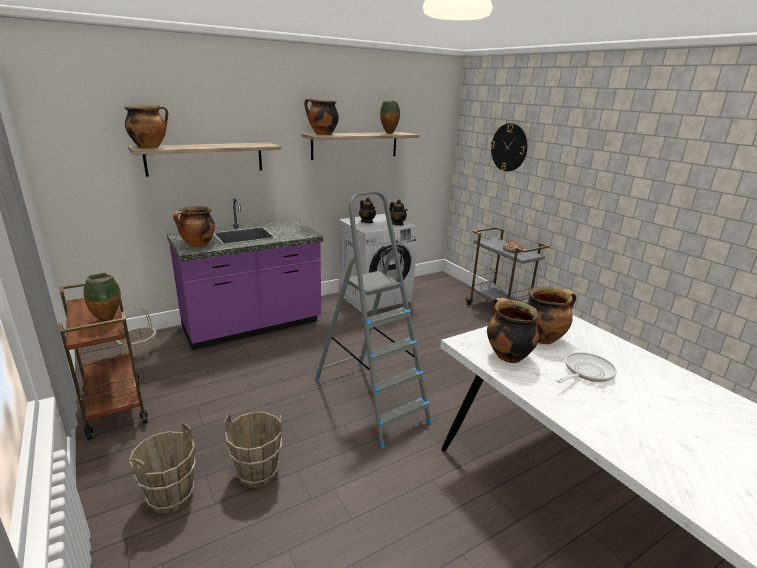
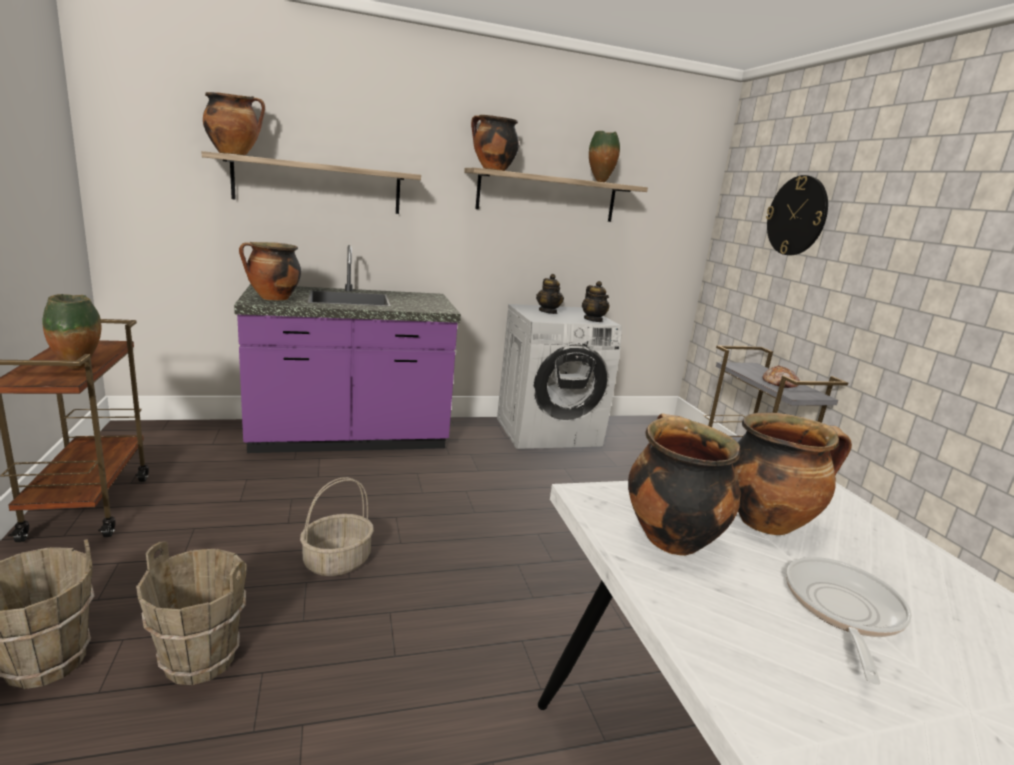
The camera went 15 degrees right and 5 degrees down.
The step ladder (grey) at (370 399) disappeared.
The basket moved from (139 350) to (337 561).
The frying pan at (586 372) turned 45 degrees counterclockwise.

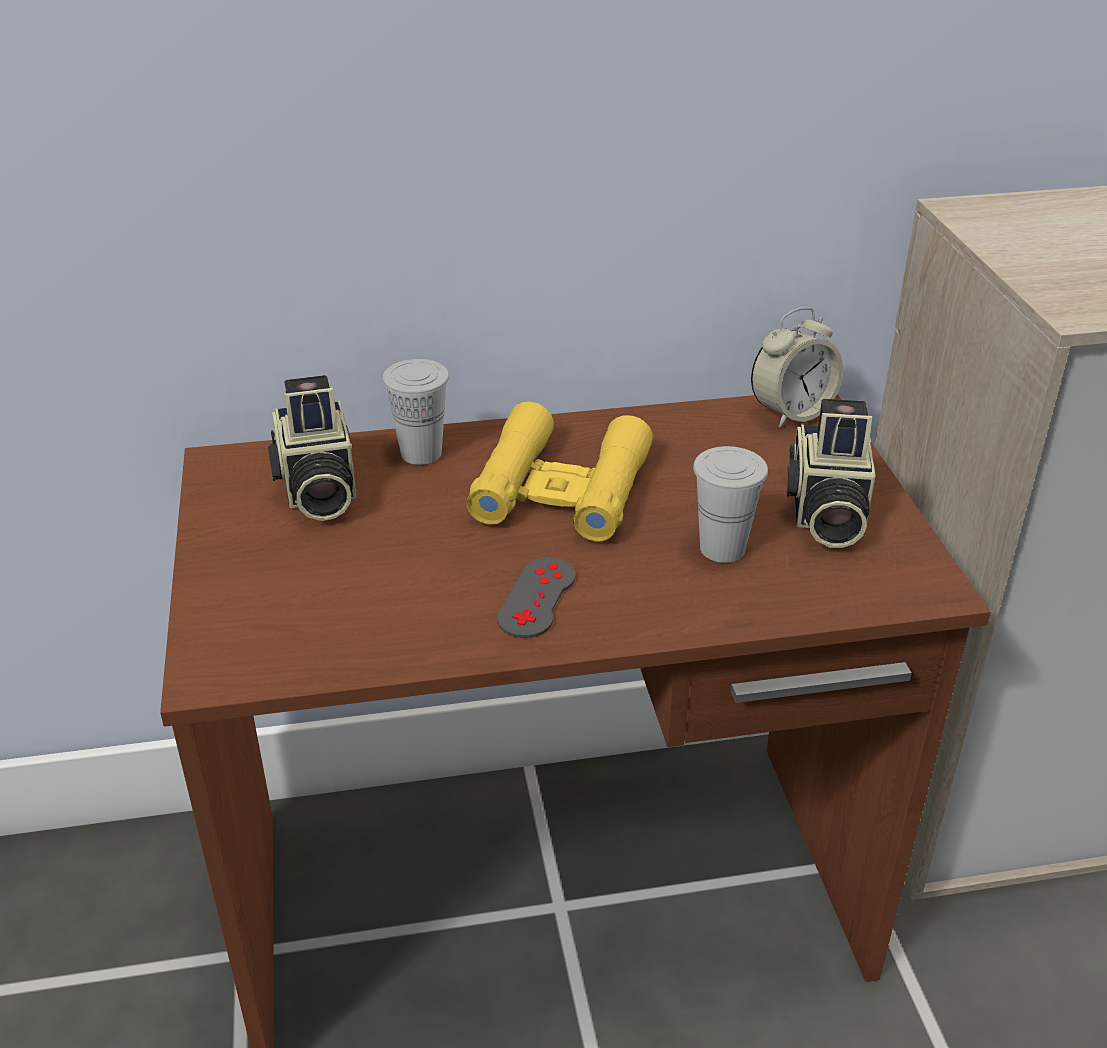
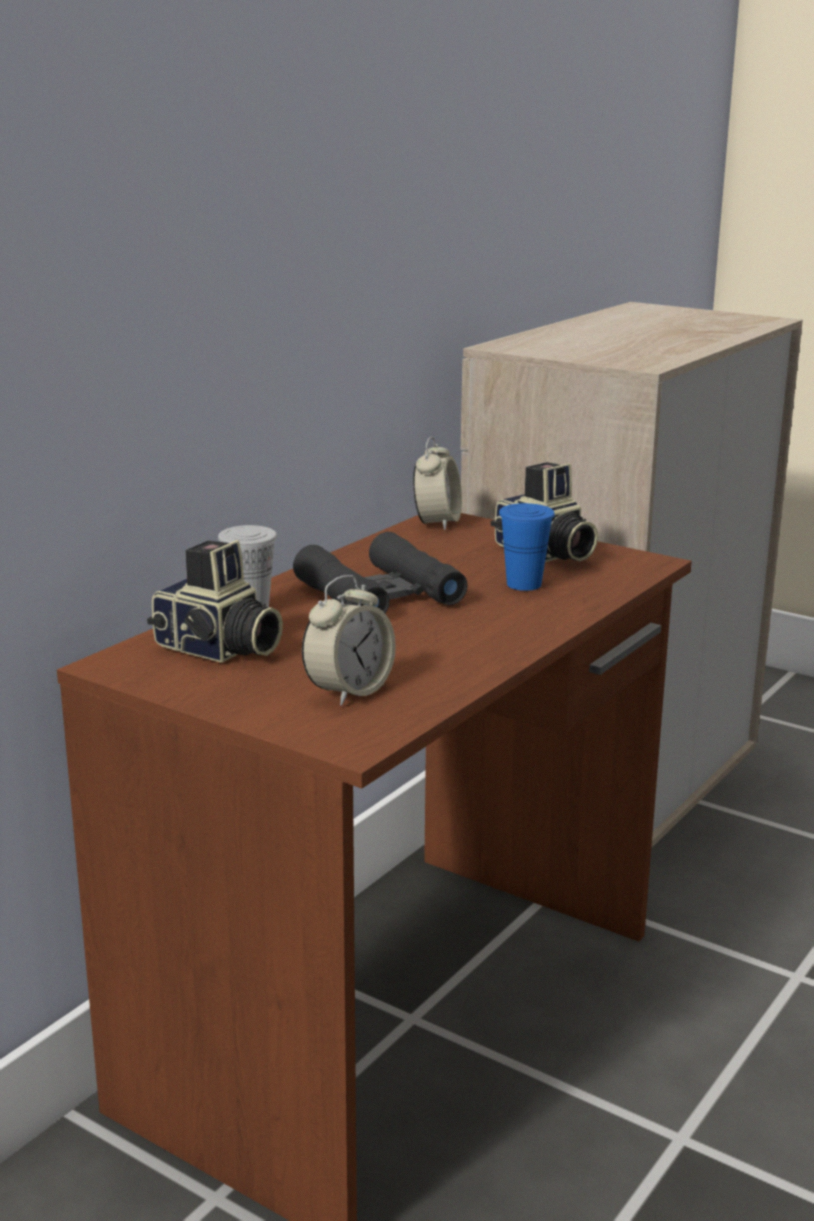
The camera went 45 degrees left and 15 degrees down.
The game controller (grey) at (537 598) disappeared.
The alarm clock at (349 691) appeared.
The binoculars (yellow) at (561 489) became the binoculars (black) at (380 594).
The cup (white) at (722 548) became the cup (blue) at (524 584).

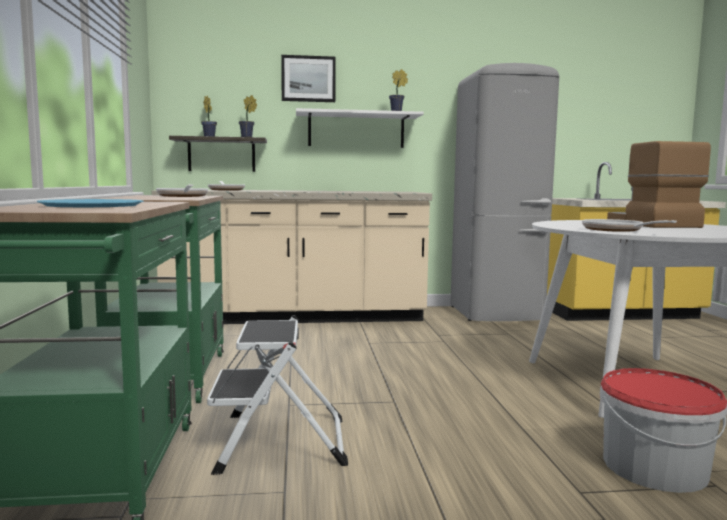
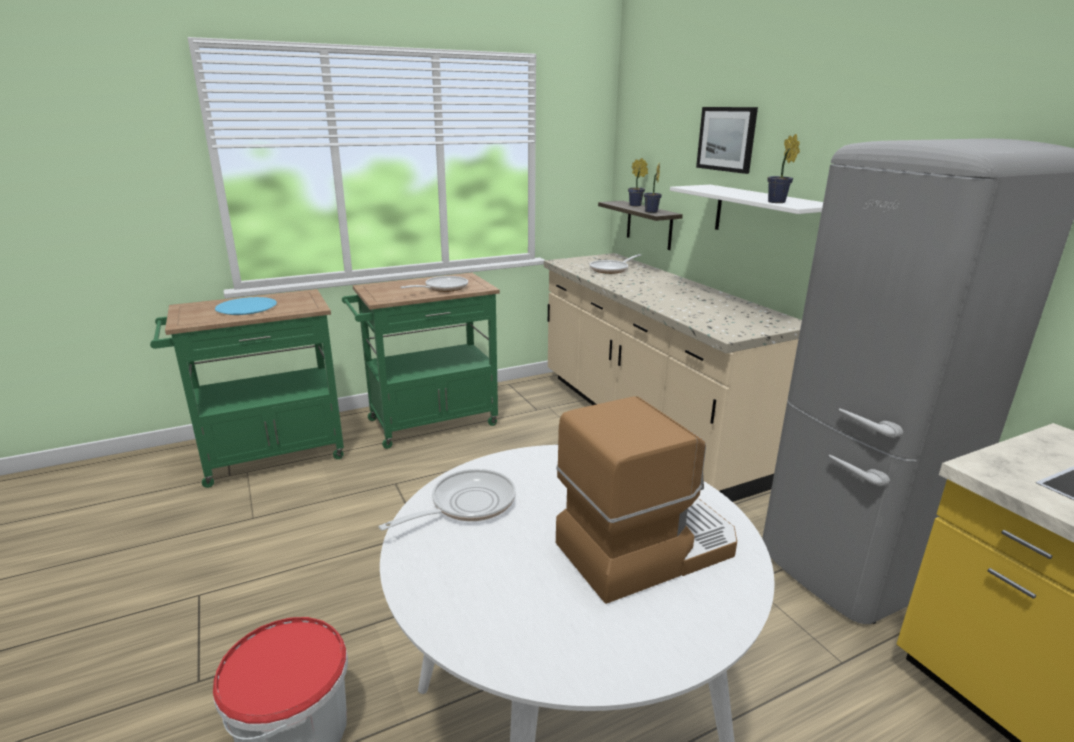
The camera went 70 degrees right and 15 degrees up.
The step ladder at (279 440) disappeared.

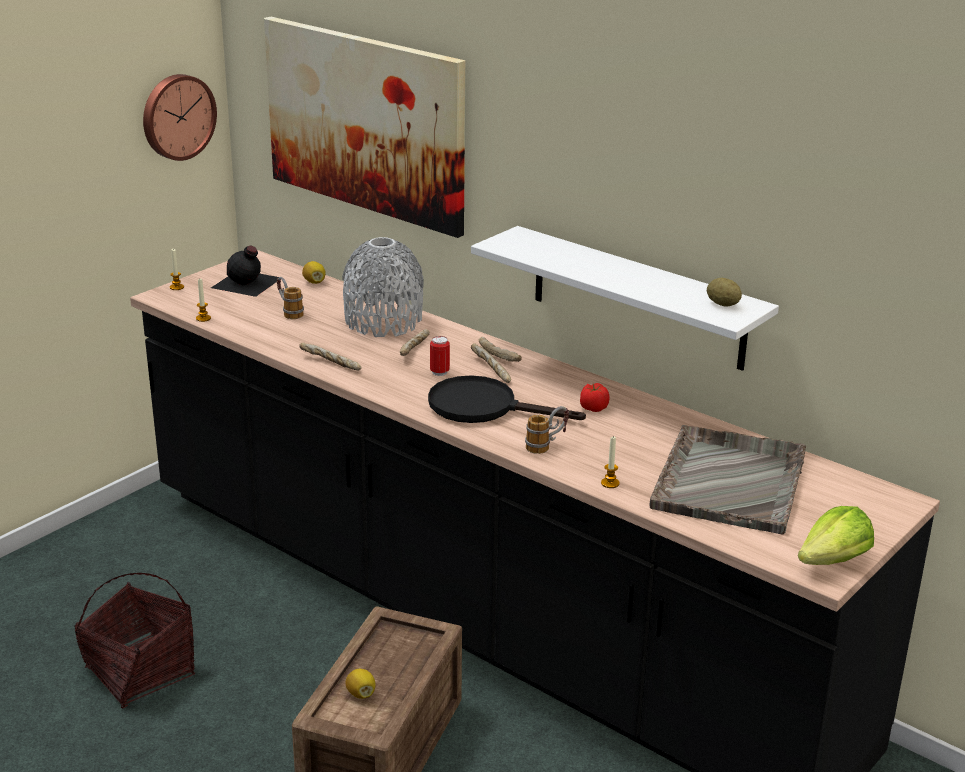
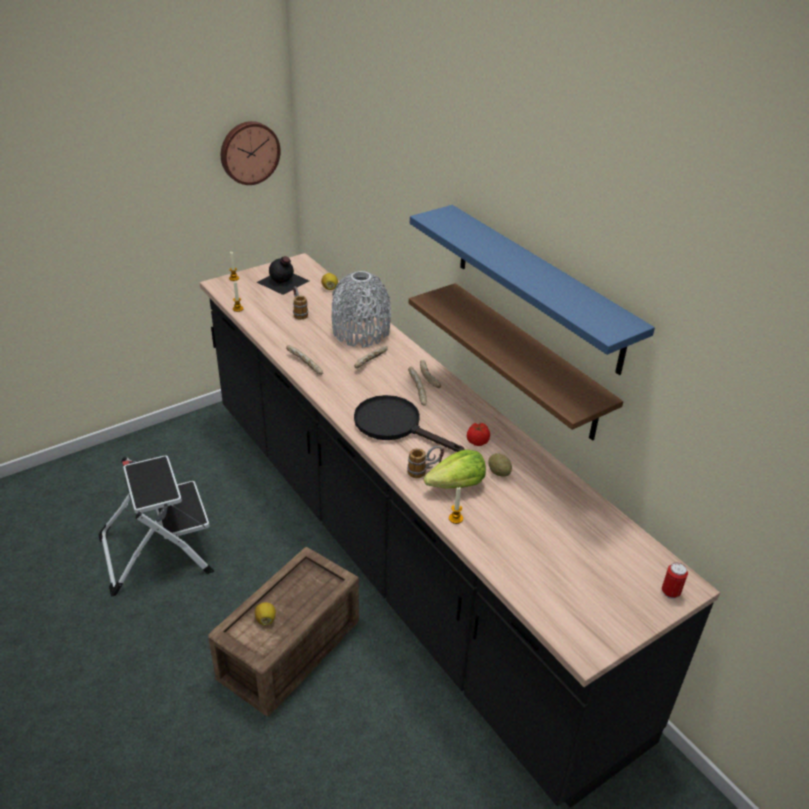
The camera went 15 degrees right and 10 degrees up.
The picture at (365 123) disappeared.
The tray (grey) at (730 480) disappeared.
The shelf (blue) at (538 287) appeared.
The can moved from (439 372) to (670 592).
The potato moved from (722 304) to (499 472).
The lettuce moved from (833 561) to (457 485).
The basket at (139 672) was replaced by the step ladder at (157 549).
The shelf (white) at (637 298) became the shelf (brown) at (527 361).

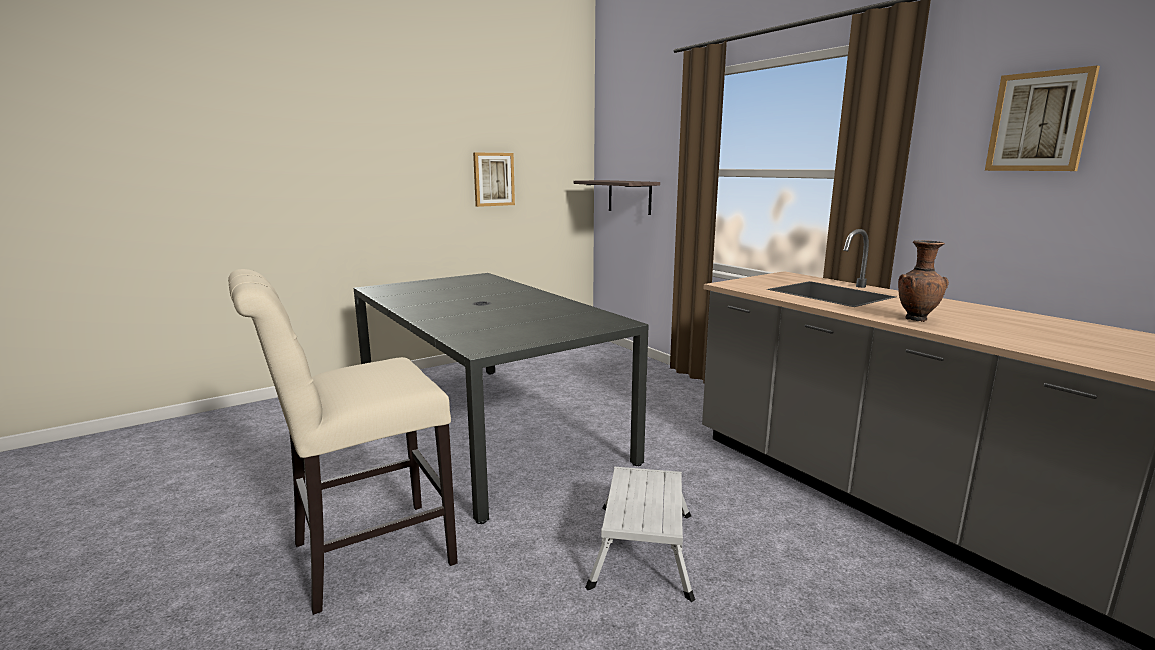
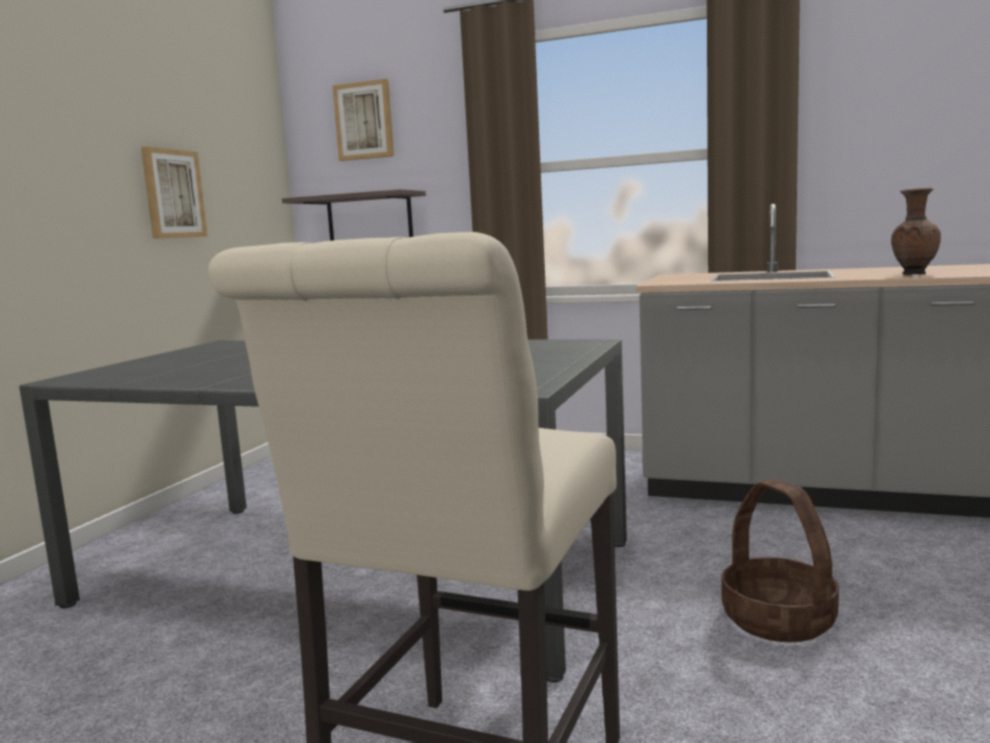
The camera went 35 degrees left and 5 degrees down.
The picture moved from (1039 122) to (364 121).
The step ladder (white) at (643 549) was replaced by the basket at (779 619).

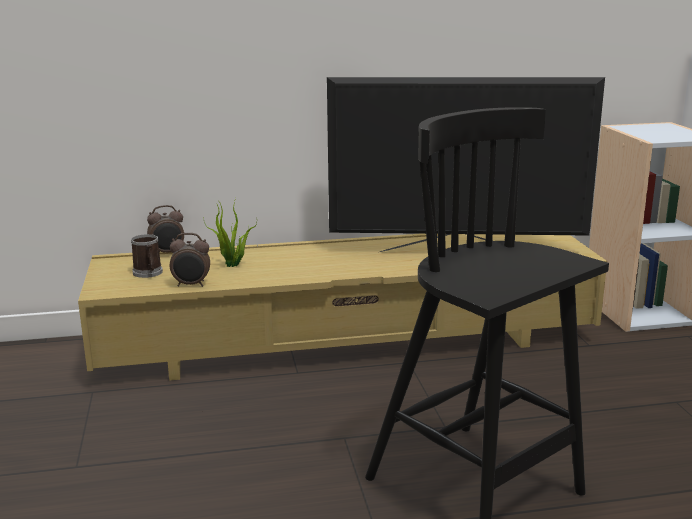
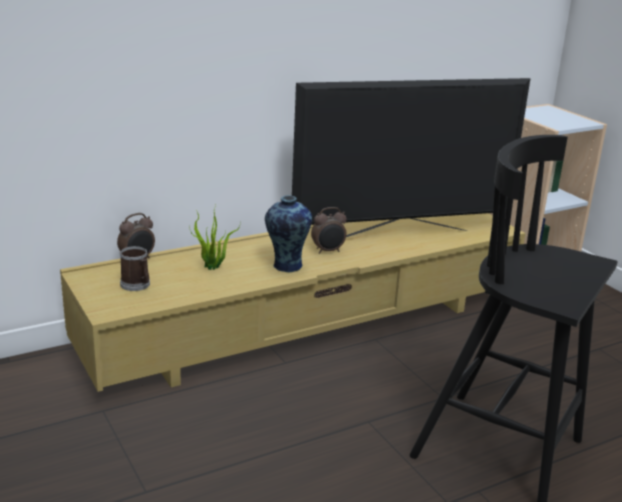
The camera went 20 degrees left and 5 degrees up.
The vase at (286 266) appeared.
The alarm clock moved from (191 285) to (328 251).

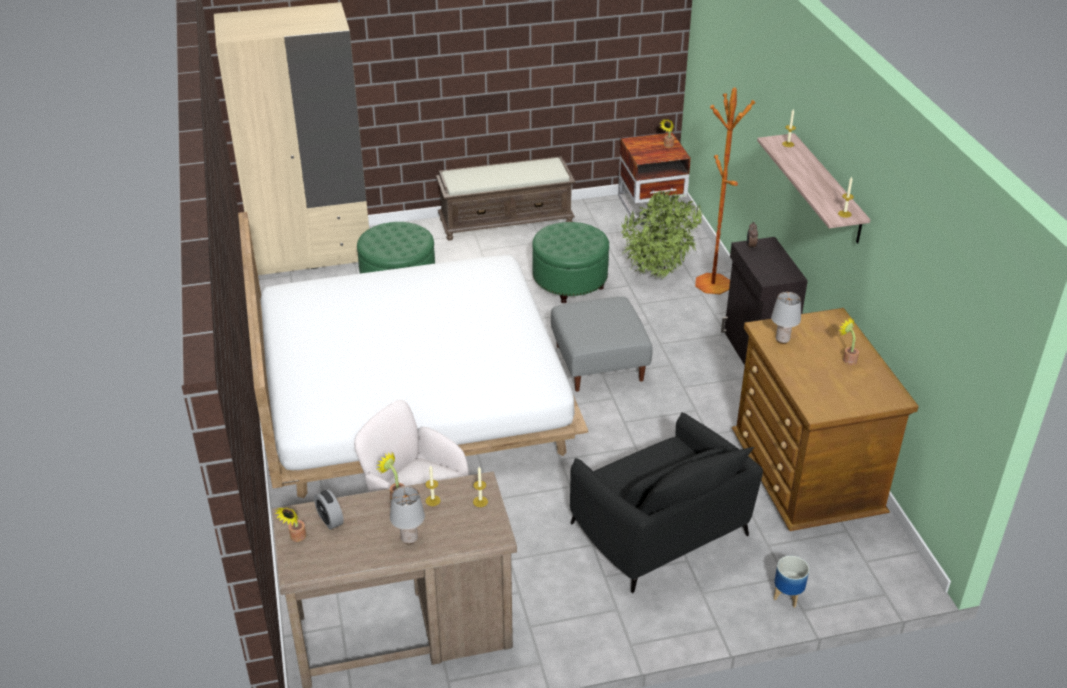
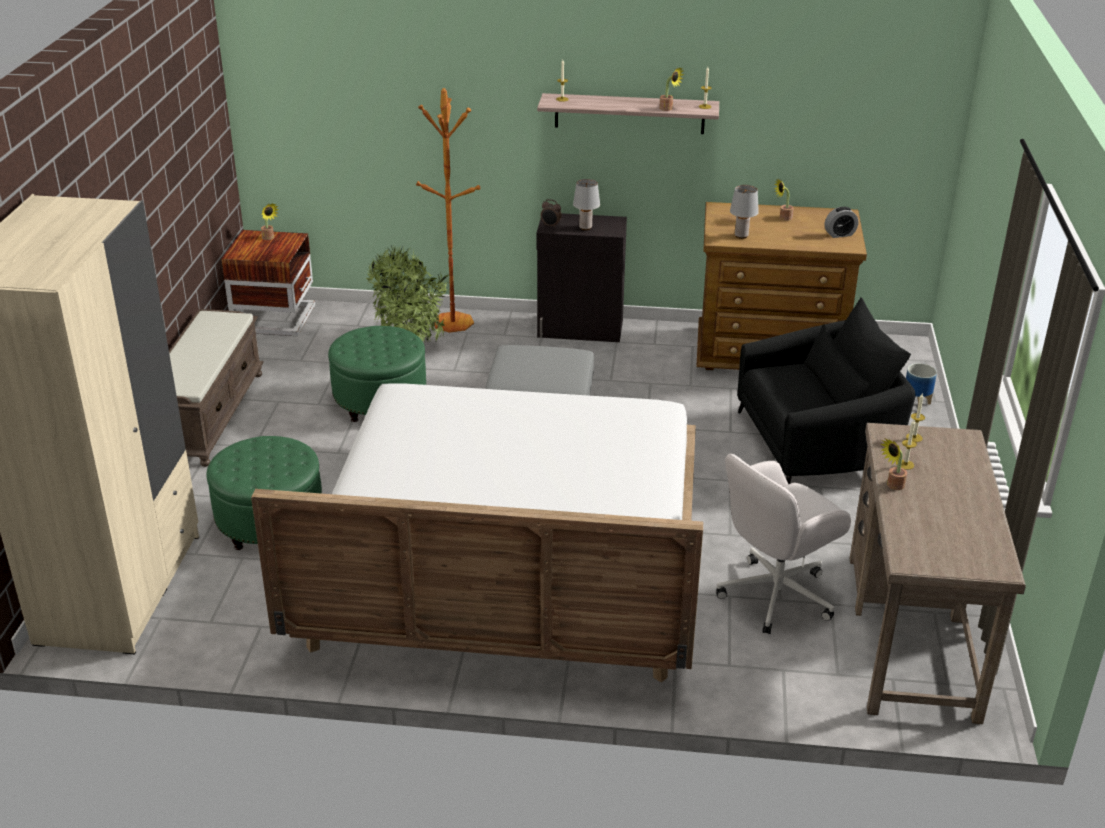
The camera went 70 degrees left and 5 degrees down.
The potted plant moved from (296 538) to (668 109).
The alarm clock moved from (330 519) to (839 234).
The table lamp (grey) moved from (409 539) to (585 227).

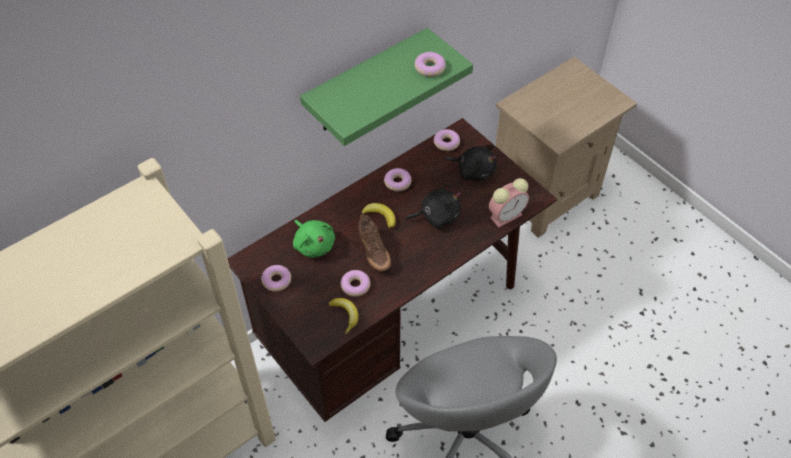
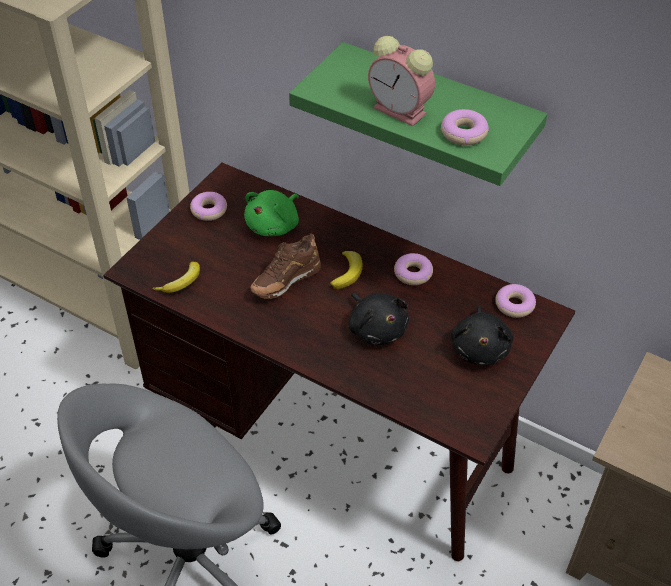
The camera went 70 degrees right and 5 degrees down.
The donut at (355 285) disappeared.
The alarm clock moved from (507 215) to (402 111).

